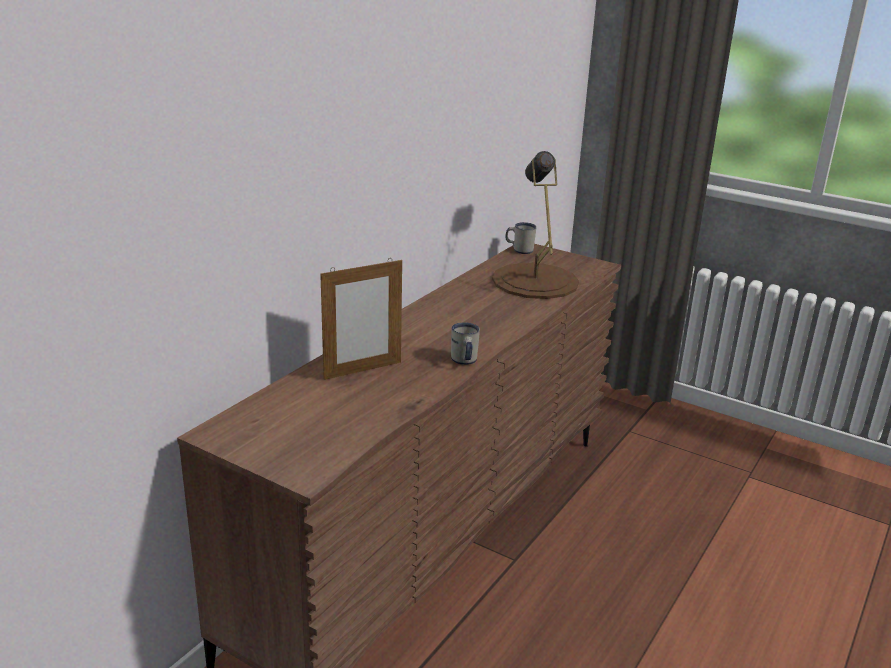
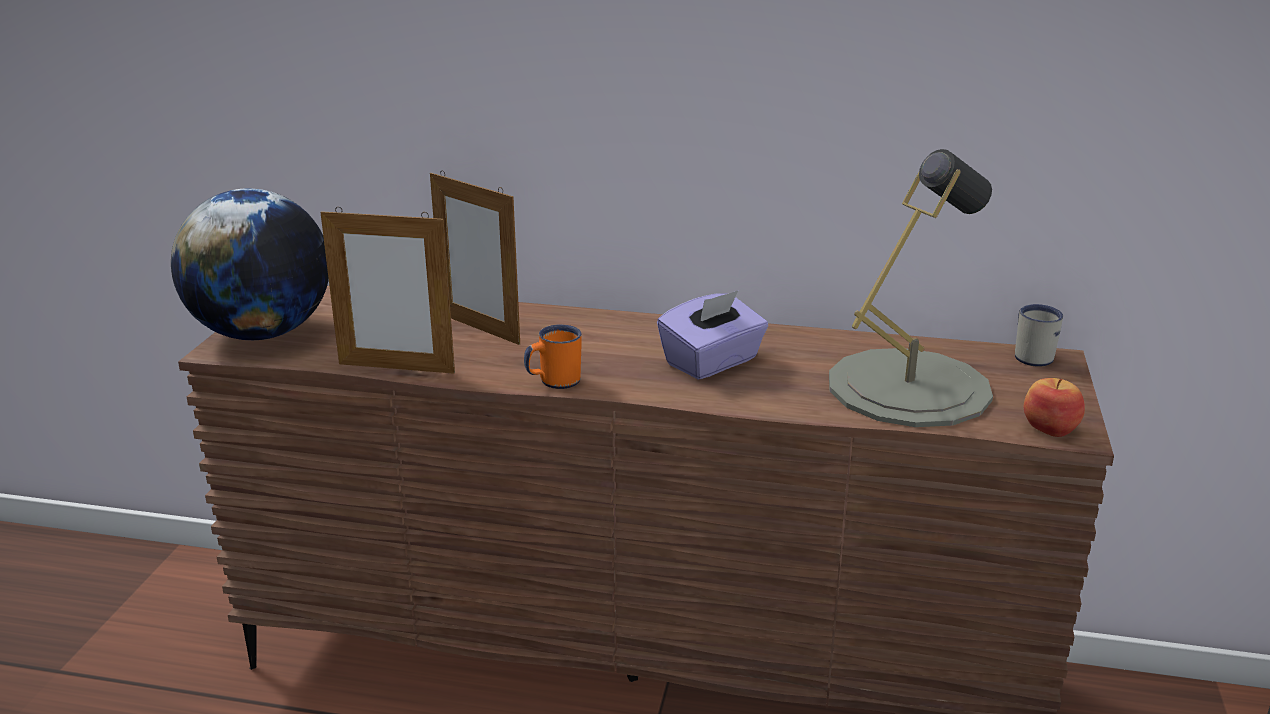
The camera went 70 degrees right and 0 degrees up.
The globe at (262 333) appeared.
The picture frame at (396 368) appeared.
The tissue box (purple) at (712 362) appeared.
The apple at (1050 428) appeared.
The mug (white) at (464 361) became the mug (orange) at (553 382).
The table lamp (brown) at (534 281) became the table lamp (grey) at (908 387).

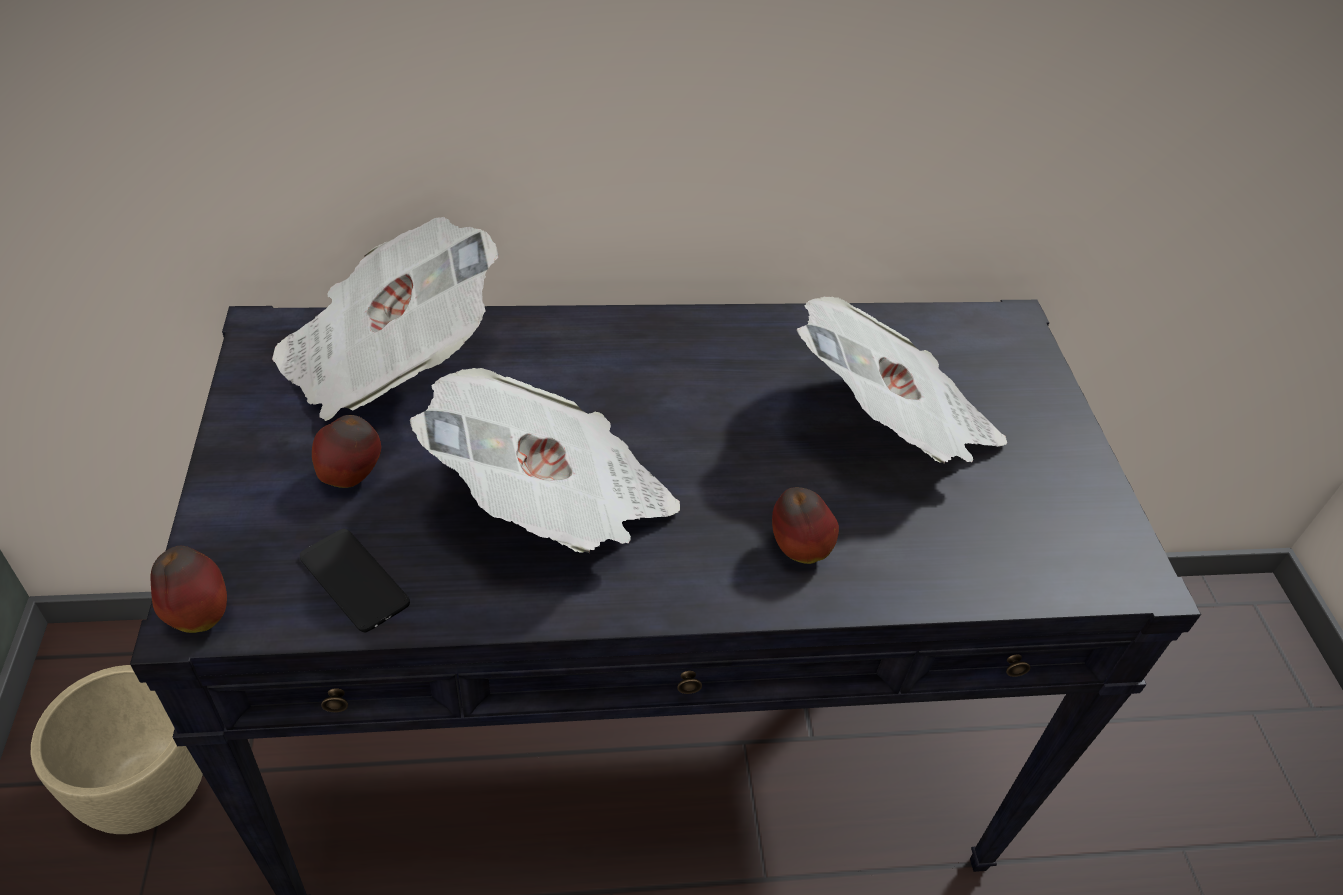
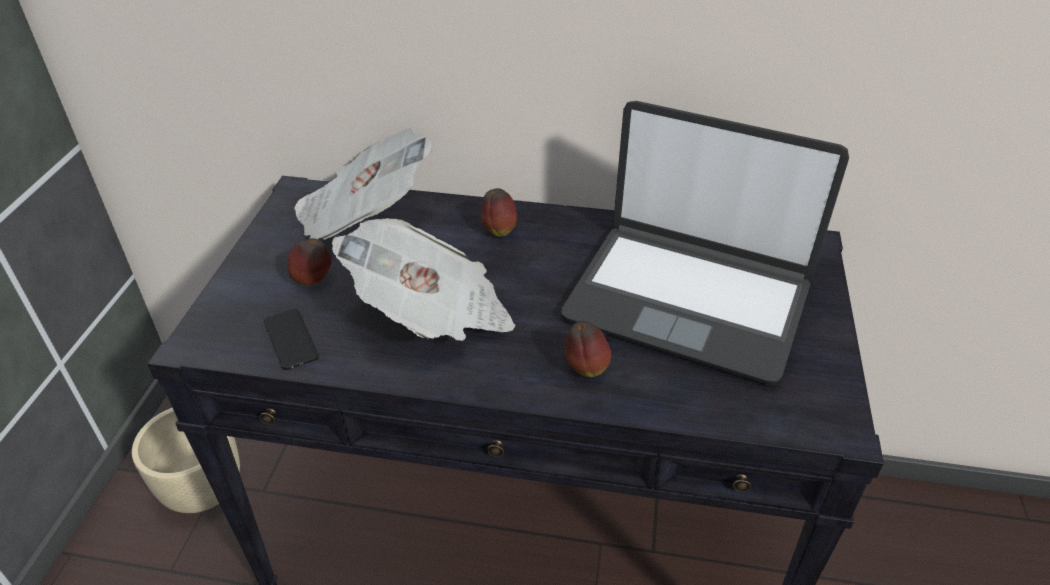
The camera went 20 degrees right and 5 degrees down.
The apple moved from (199 615) to (499 231).
The newspaper at (891 425) was replaced by the laptop at (688 300).

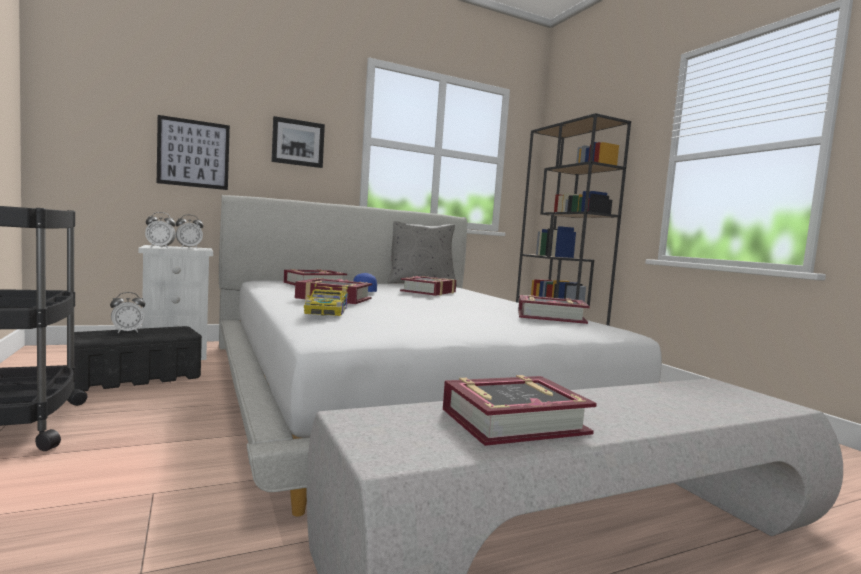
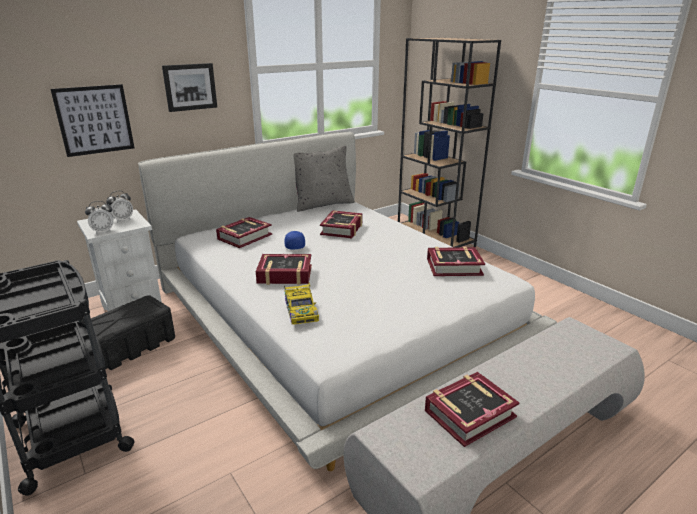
The camera went 10 degrees left and 20 degrees up.
The alarm clock at (127 332) disappeared.

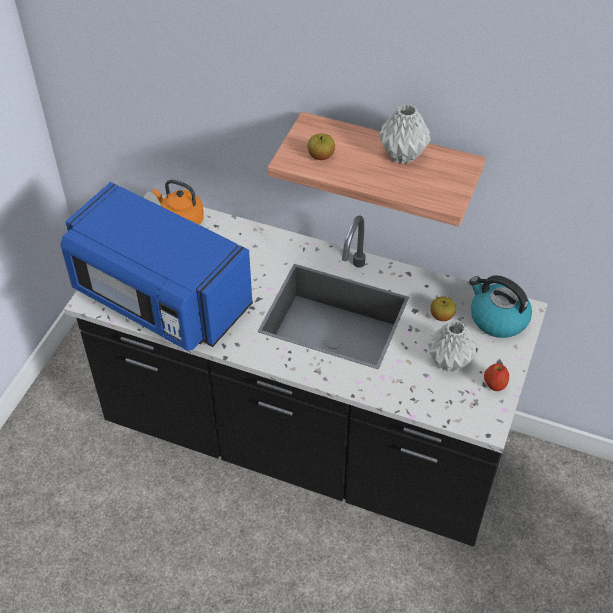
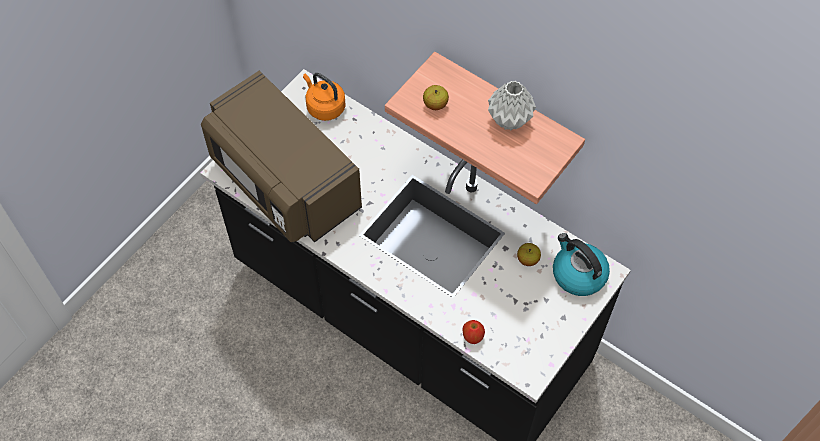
The camera went 15 degrees right and 10 degrees up.
The vase (grey) at (450 361) disappeared.
The apple moved from (494 385) to (472 337).
The microwave (blue) at (159 299) became the microwave (brown) at (284 182).

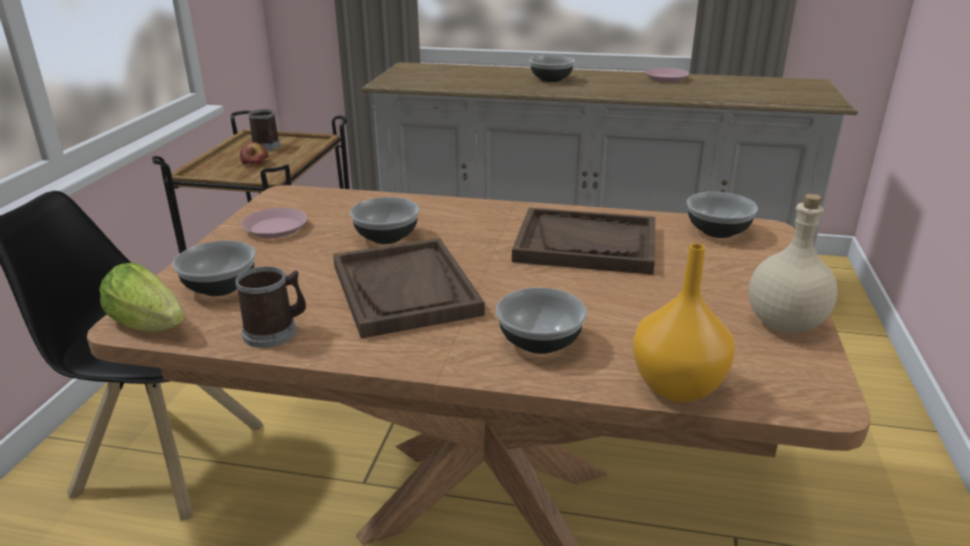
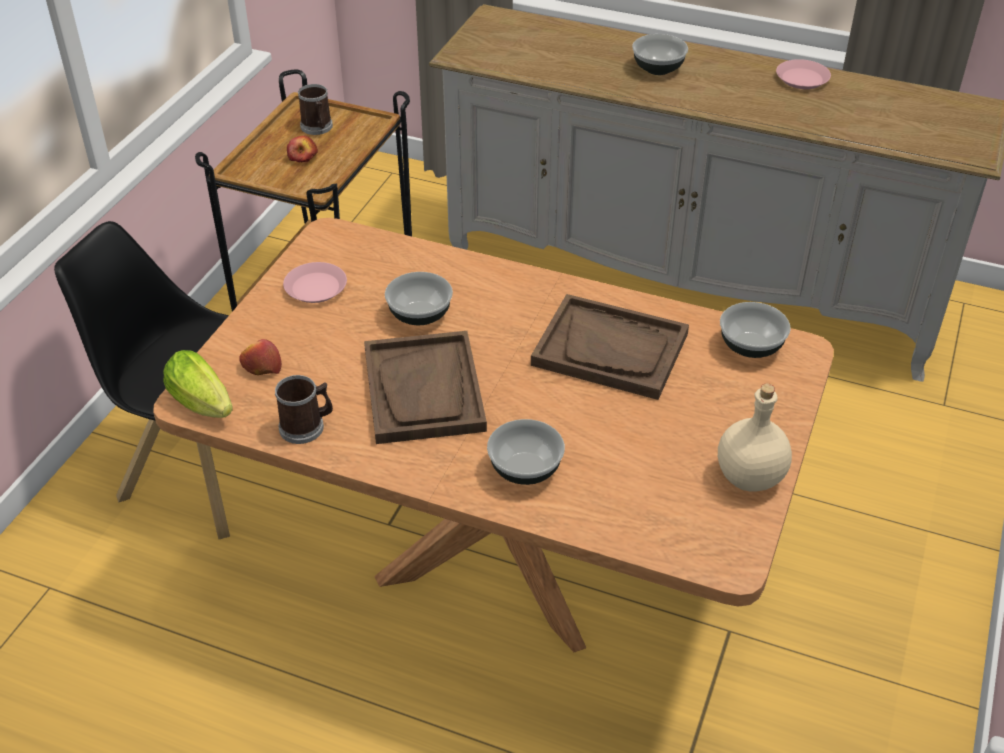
The camera went 10 degrees right and 15 degrees up.
The vase (orange) at (678 388) disappeared.
The bowl at (219 288) was replaced by the apple at (261 366).

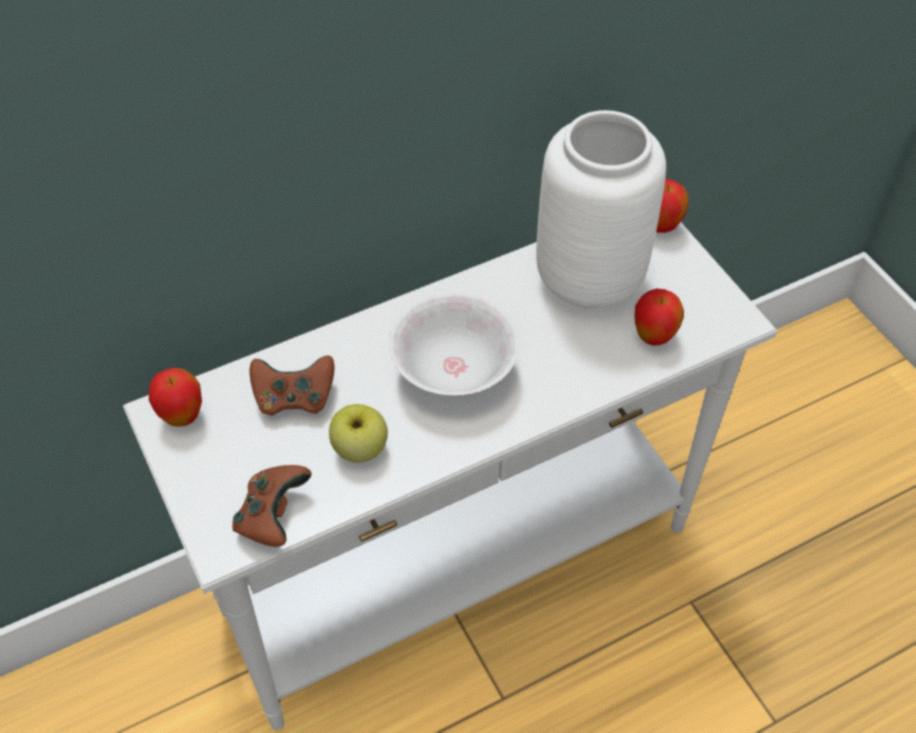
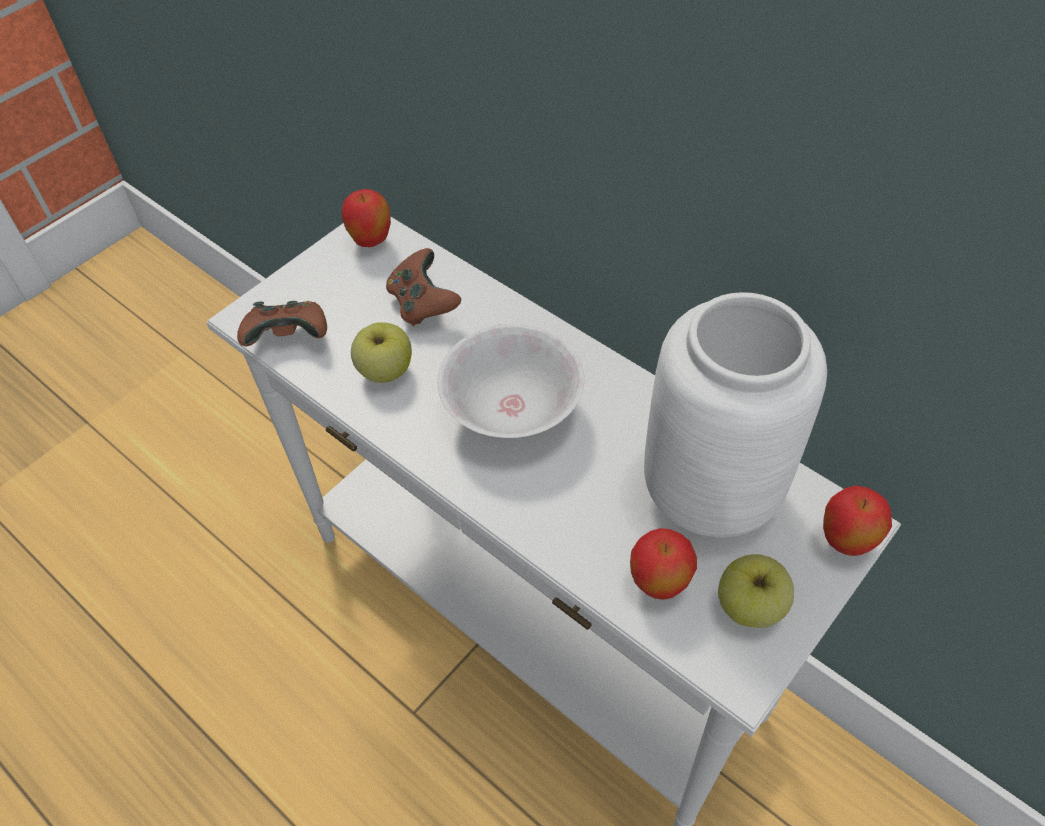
The camera went 70 degrees right and 0 degrees up.
The apple at (750 607) appeared.

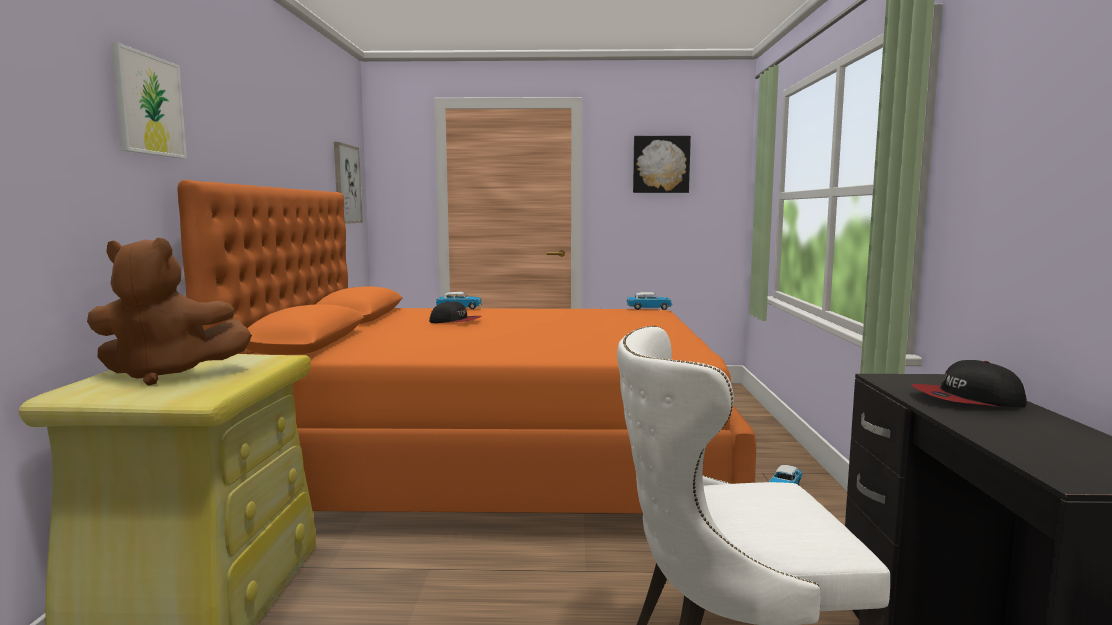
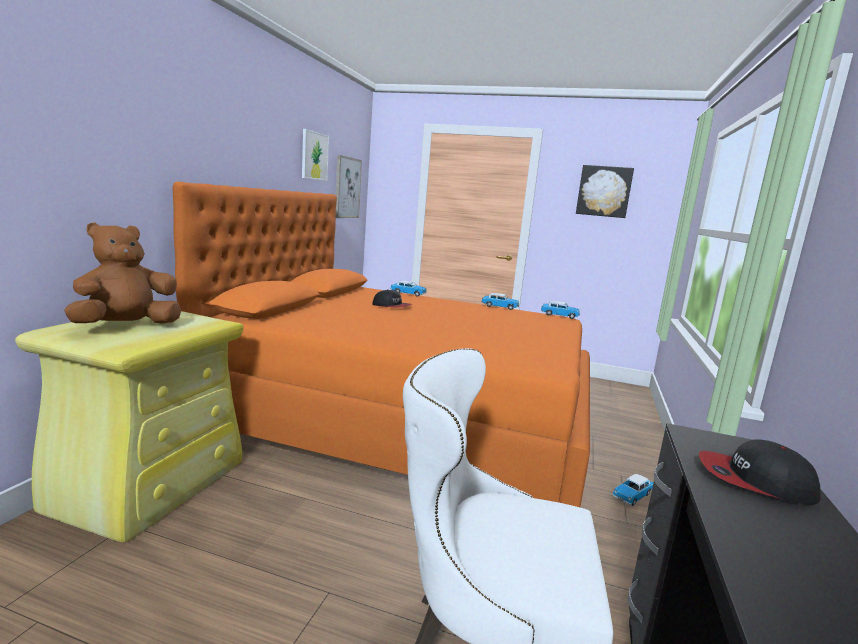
The camera went 15 degrees right and 5 degrees up.
The toy car at (500 307) appeared.
The picture moved from (149 105) to (314 156).
The plush toy (brown) at (167 375) turned 120 degrees clockwise.

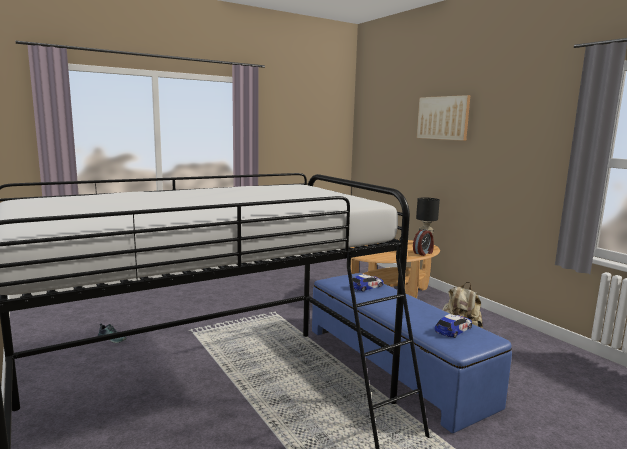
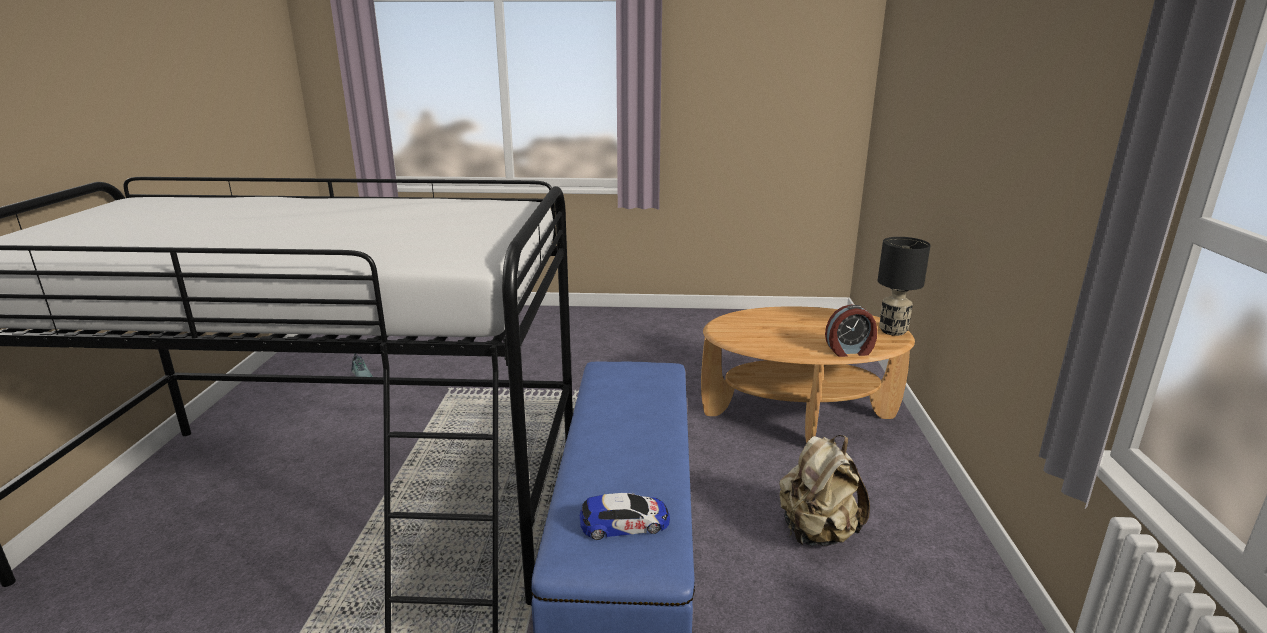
The camera went 35 degrees right and 10 degrees up.
The toy car at (367 286) disappeared.
The picture at (443 118) disappeared.

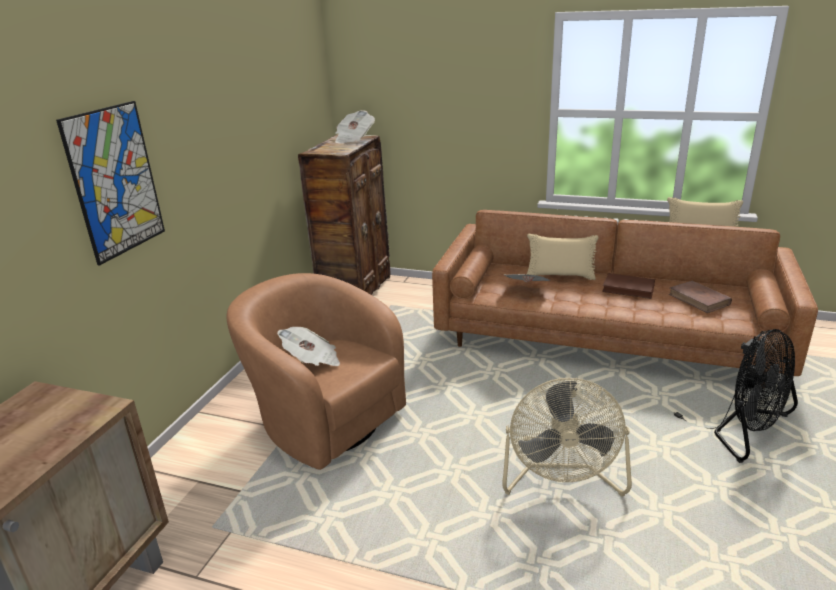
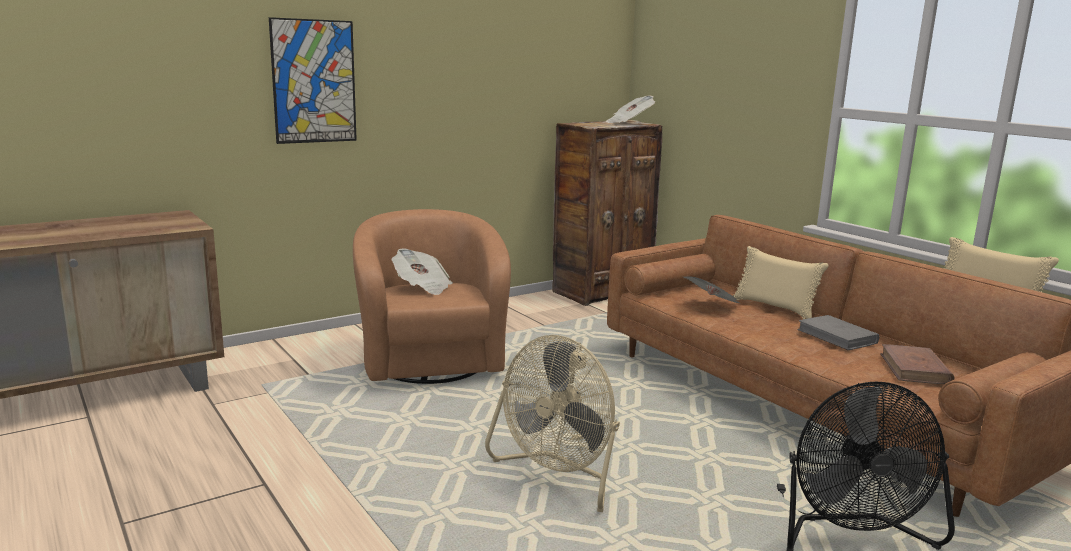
The camera went 35 degrees right and 10 degrees down.
The book (brown) at (628 288) became the book (grey) at (837 336).

